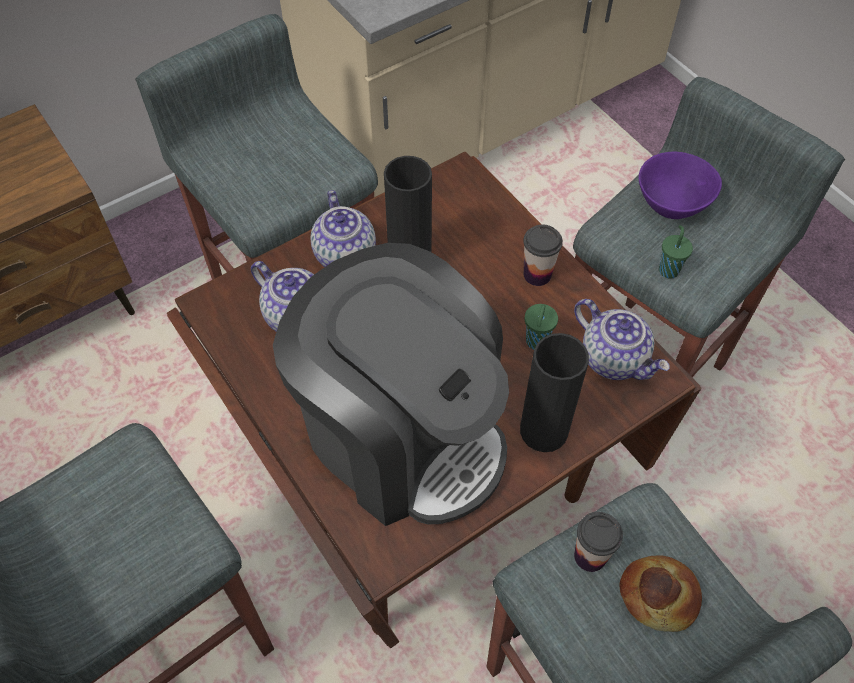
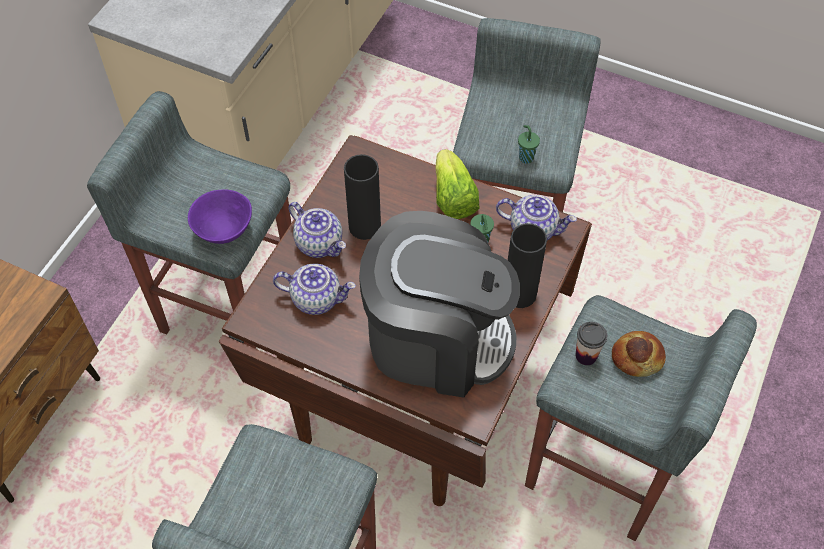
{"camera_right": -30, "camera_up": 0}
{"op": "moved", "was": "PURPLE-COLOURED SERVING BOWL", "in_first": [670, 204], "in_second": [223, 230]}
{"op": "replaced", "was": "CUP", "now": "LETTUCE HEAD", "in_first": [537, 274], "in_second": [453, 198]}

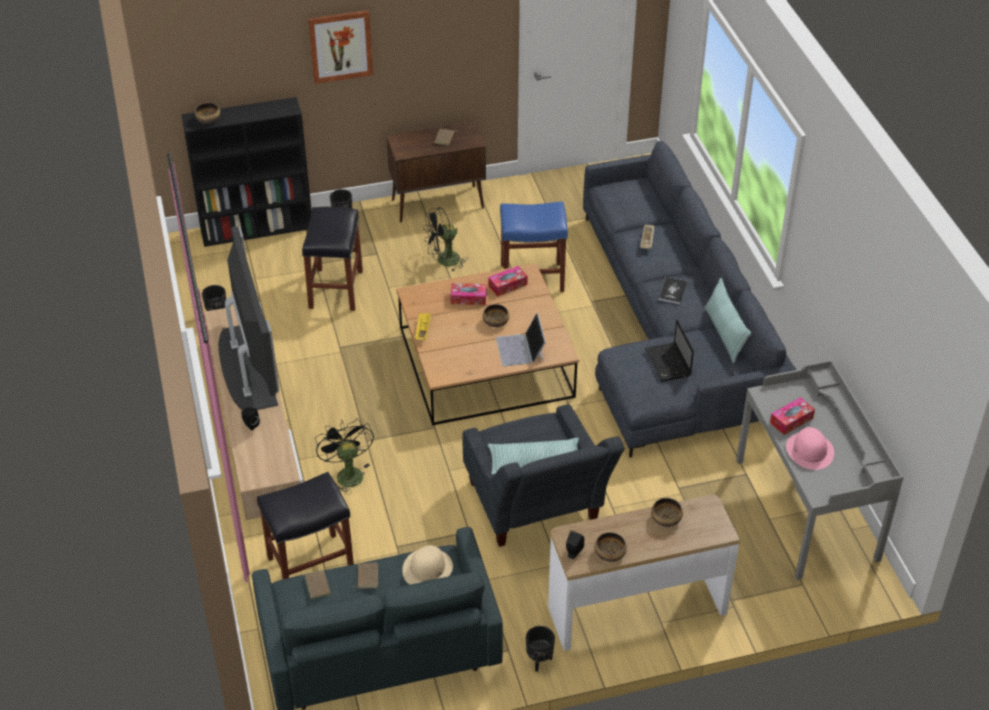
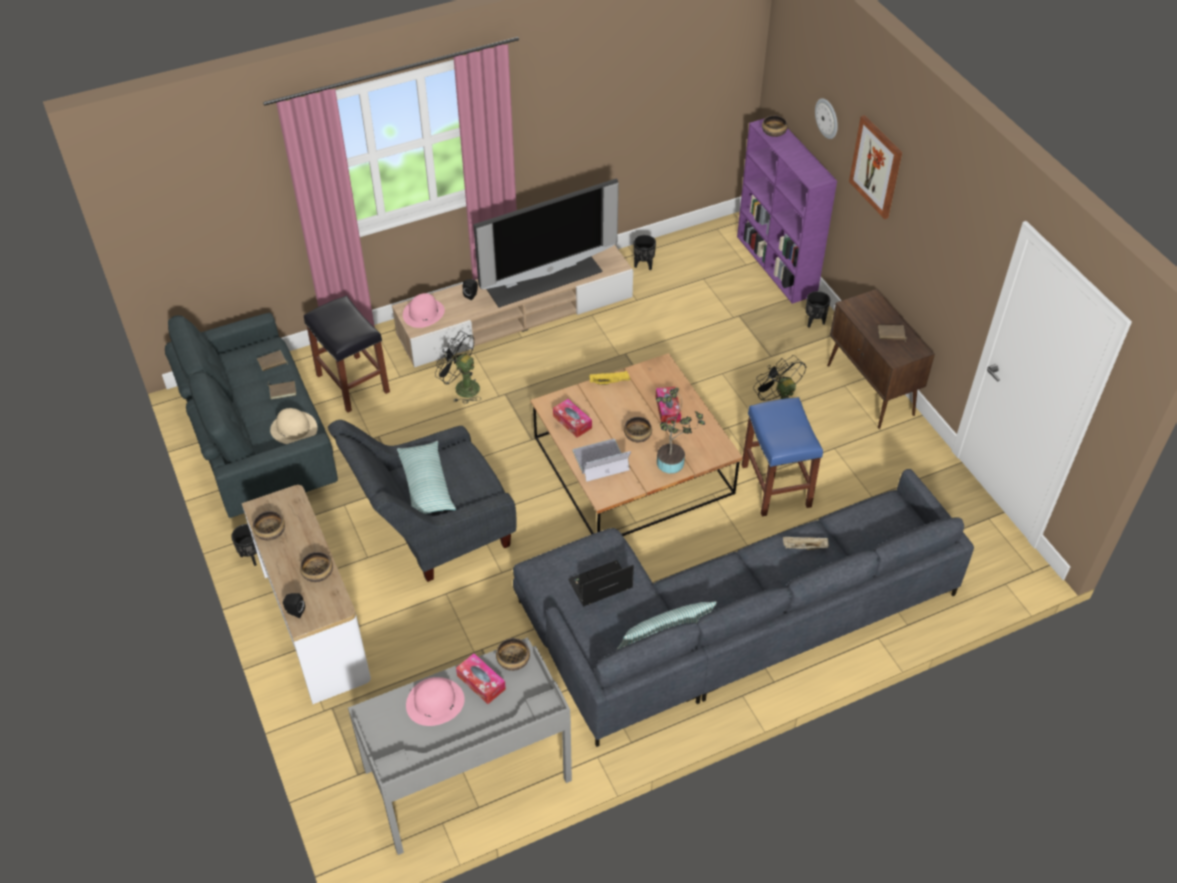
{"camera_right": 80, "camera_up": 5}
{"op": "moved", "was": "BLACK-COLOURED AUDIO SPEAKER", "in_first": [573, 553], "in_second": [294, 611]}
{"op": "added", "now": "PINK-COLOURED HAT", "in_second": [423, 313]}
{"op": "turned", "was": "BLACK-COLOURED COOLING FAN", "in_first": [347, 473], "in_second": [461, 387], "clockwise": -120}
{"op": "added", "now": "SERVING BOWL", "in_second": [513, 660]}
{"op": "moved", "was": "TISSUE HOLDER", "in_first": [507, 285], "in_second": [572, 422]}
{"op": "added", "now": "PLANT IN A POT", "in_second": [673, 462]}
{"op": "recoloured", "was": "BLACK-COLOURED BOOKSHELF", "now": "PURPLE-COLOURED BOOKSHELF", "in_first": [258, 228], "in_second": [777, 266]}
{"op": "added", "now": "HANGING CLOCK", "in_second": [827, 118]}
{"op": "removed", "was": "BLACK-COLOURED STOOL SEAT", "in_first": [335, 289]}
{"op": "removed", "was": "BOOK", "in_first": [672, 291]}

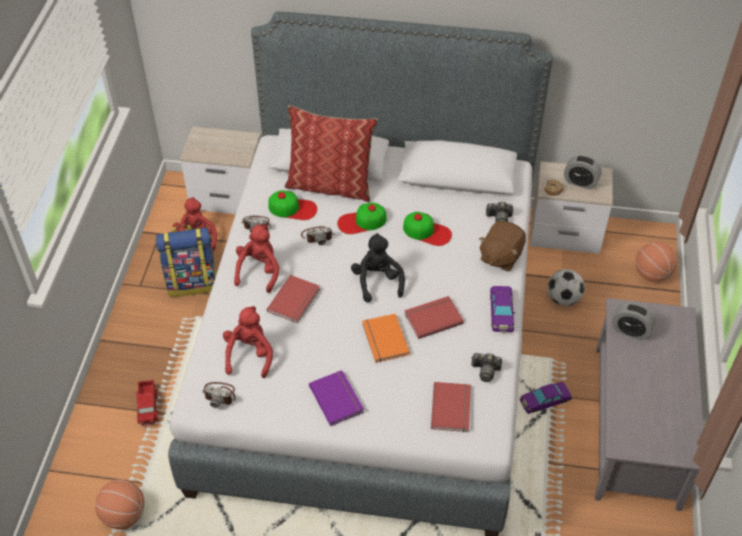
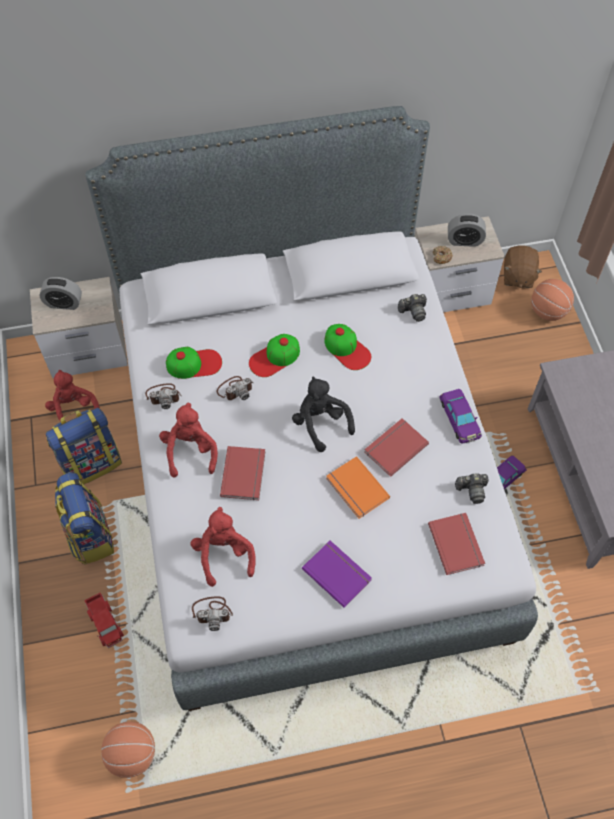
{"camera_right": -20, "camera_up": 10}
{"op": "moved", "was": "ALARM CLOCK", "in_first": [630, 331], "in_second": [64, 303]}
{"op": "added", "now": "RUCKSACK", "in_second": [89, 535]}
{"op": "turned", "was": "BASEBALL CAP", "in_first": [427, 231], "in_second": [347, 349], "clockwise": 45}
{"op": "moved", "was": "BROWN SOFT TOY", "in_first": [500, 256], "in_second": [518, 276]}
{"op": "removed", "was": "PILLOW", "in_first": [331, 185]}
{"op": "removed", "was": "BALL FOR FOOTBALL", "in_first": [563, 299]}

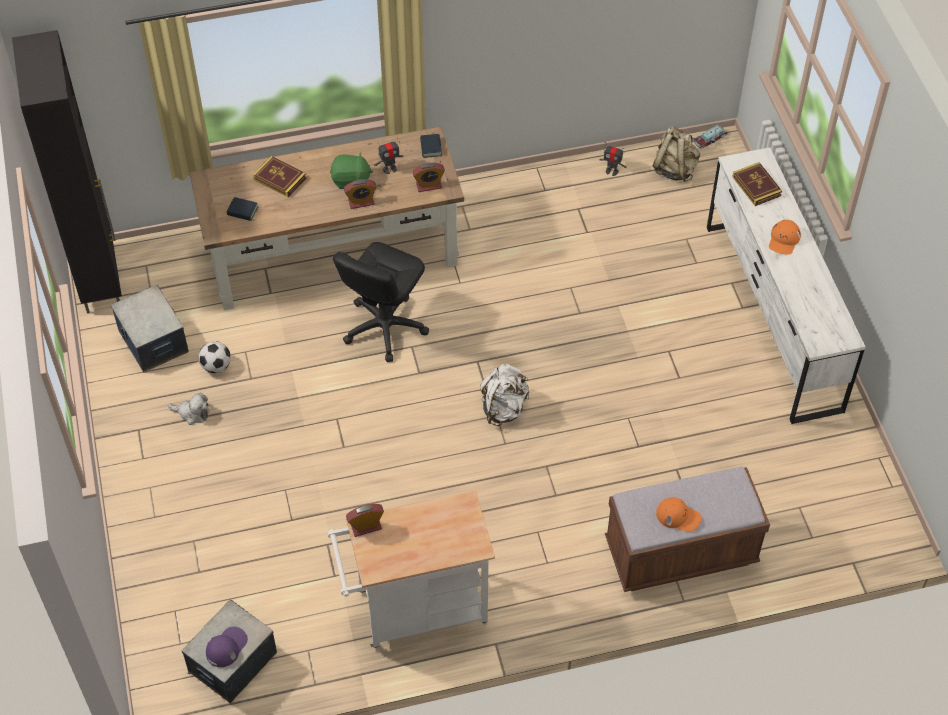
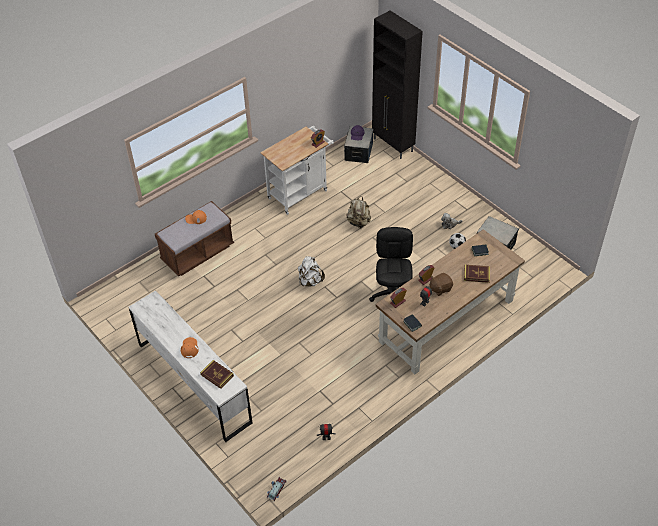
{"camera_right": 155, "camera_up": -5}
{"op": "moved", "was": "BEIGE-COLOURED RUCKSACK", "in_first": [674, 169], "in_second": [358, 222]}
{"op": "moved", "was": "BLACK-COLOURED CUPBOARD", "in_first": [100, 278], "in_second": [393, 145]}
{"op": "recoloured", "was": "GREENISH SOFT TOY", "now": "BROWN SOFT TOY", "in_first": [351, 180], "in_second": [440, 288]}

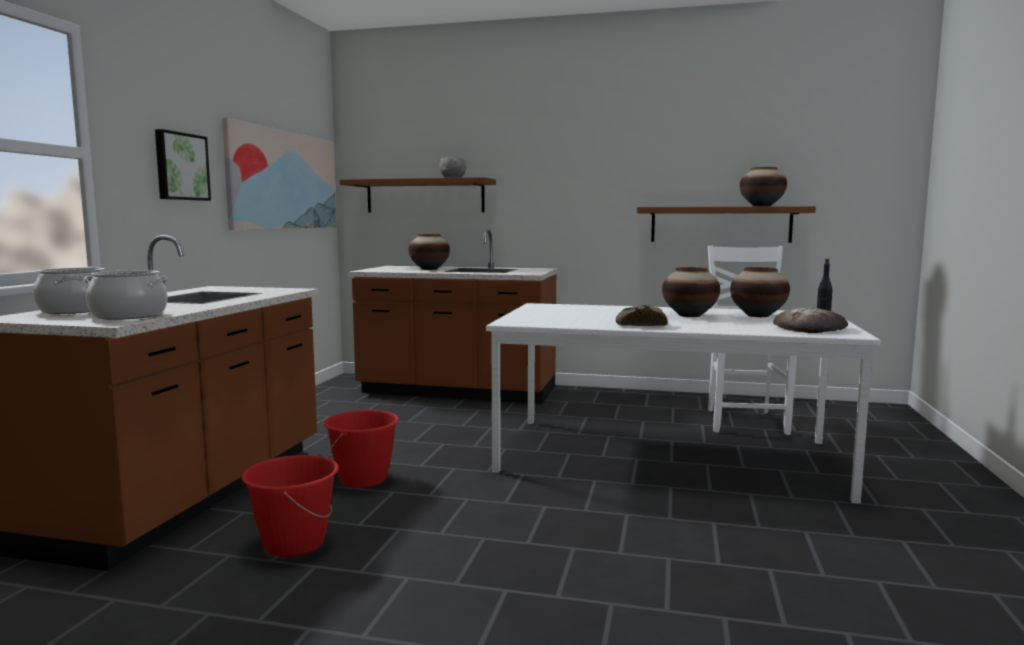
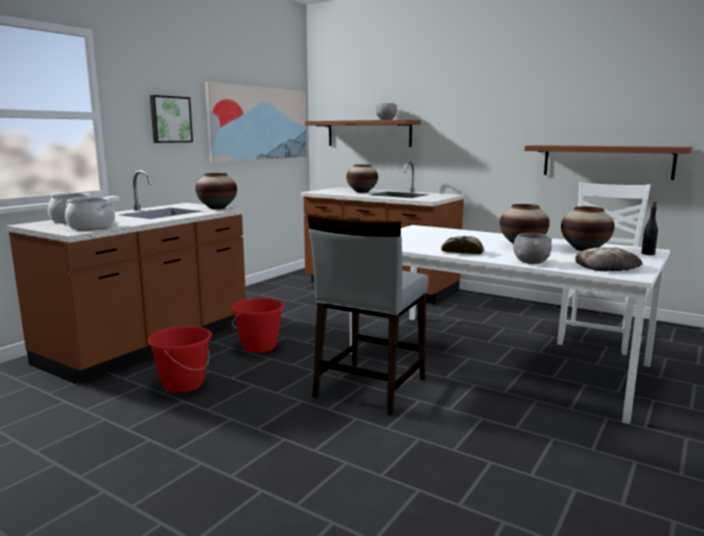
{"camera_right": 20, "camera_up": 5}
{"op": "moved", "was": "FLOWER VASE", "in_first": [761, 206], "in_second": [217, 208]}
{"op": "added", "now": "GREY PLAIN CHAIR", "in_second": [369, 388]}
{"op": "added", "now": "GREY SERVING BOWL", "in_second": [531, 262]}

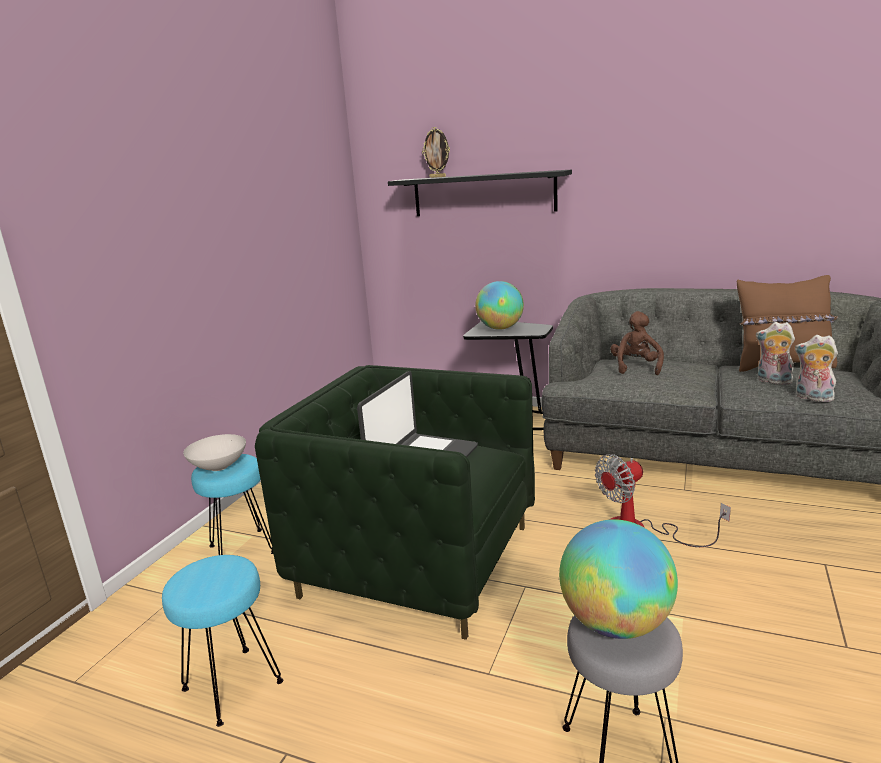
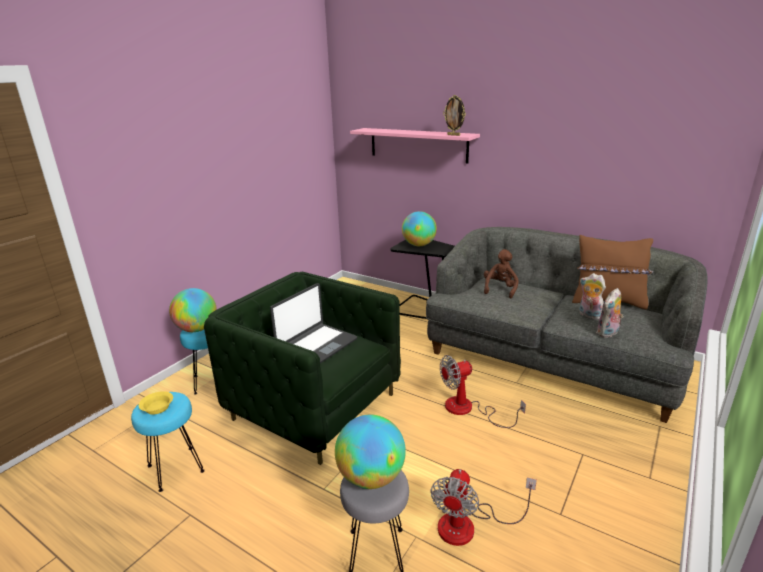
{"camera_right": 10, "camera_up": 5}
{"op": "added", "now": "YELLOW SERVING BOWL", "in_second": [158, 408]}
{"op": "replaced", "was": "WHITE-COLOURED SERVING BOWL", "now": "GLOBE", "in_first": [218, 467], "in_second": [197, 329]}
{"op": "recoloured", "was": "BLACK-COLOURED SHELF", "now": "PINK-COLOURED SHELF", "in_first": [483, 194], "in_second": [418, 145]}
{"op": "added", "now": "COOLING FAN", "in_second": [469, 525]}
{"op": "moved", "was": "PICTURE FRAME", "in_first": [438, 177], "in_second": [454, 135]}
{"op": "turned", "was": "SOFT TOY", "in_first": [812, 398], "in_second": [608, 333], "clockwise": -90}

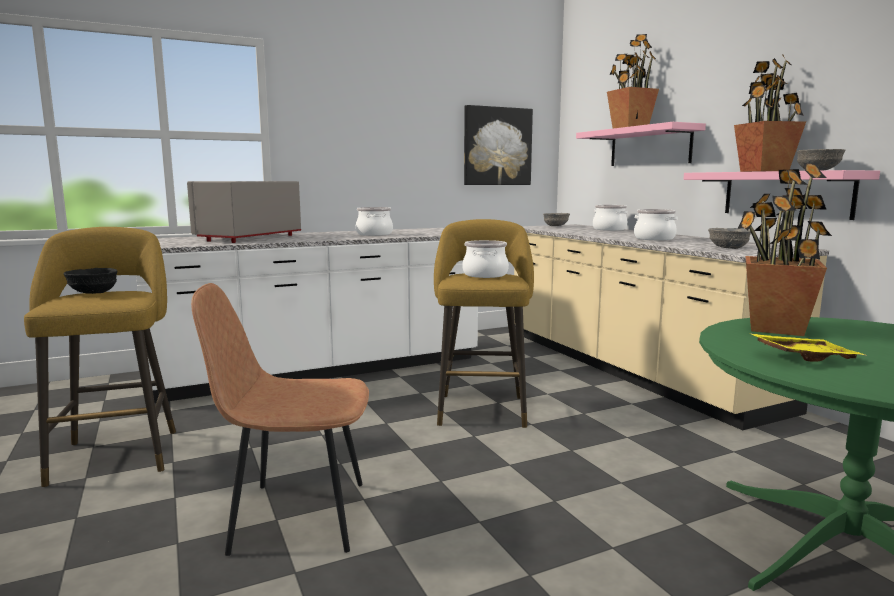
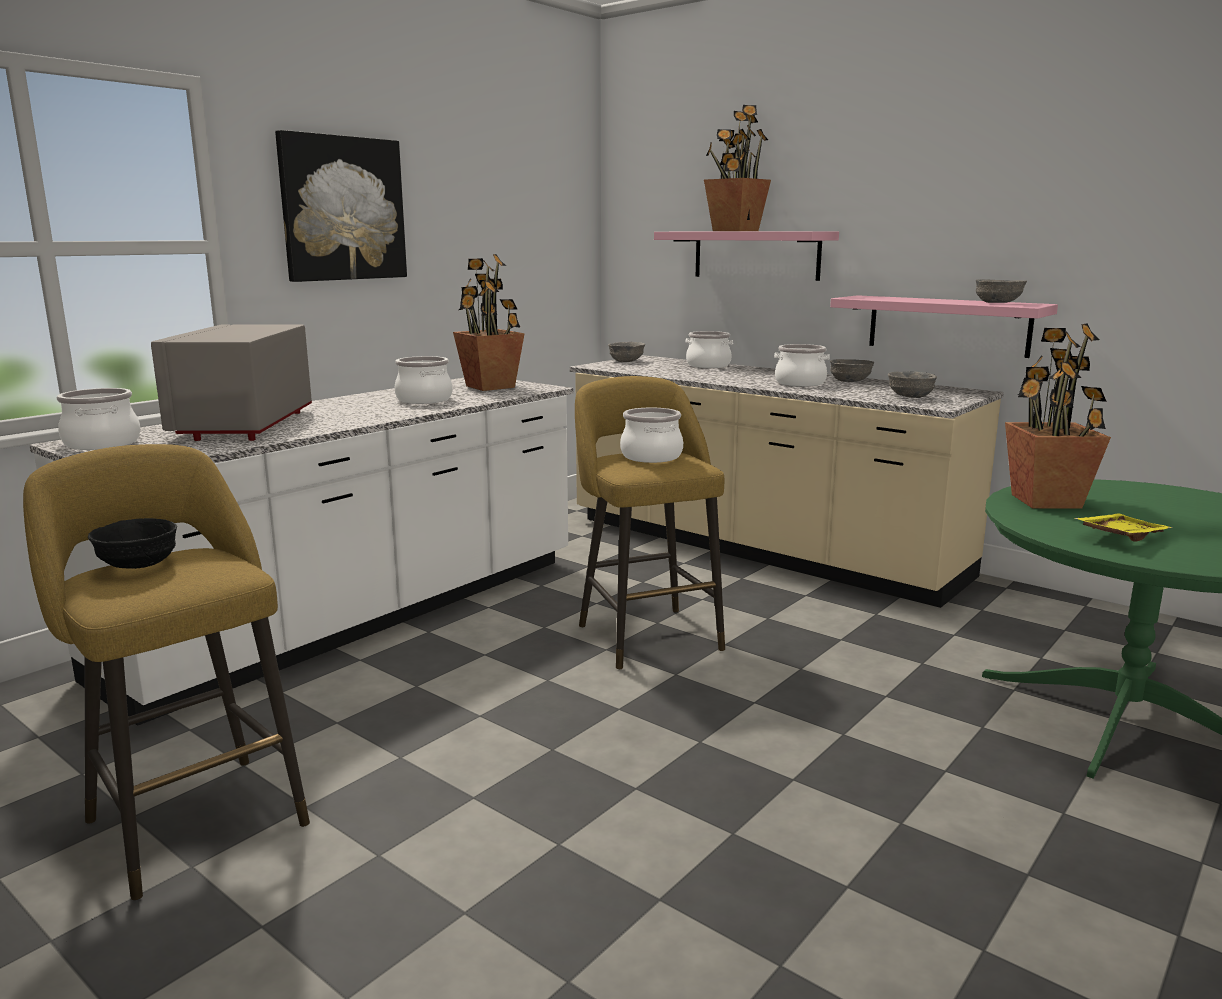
{"camera_right": -25, "camera_up": 5}
{"op": "added", "now": "COOKING POT", "in_second": [101, 443]}
{"op": "moved", "was": "WALL ART", "in_first": [497, 146], "in_second": [342, 209]}
{"op": "moved", "was": "PLANT IN A POT", "in_first": [763, 171], "in_second": [489, 387]}
{"op": "added", "now": "GREY SERVING BOWL", "in_second": [849, 381]}
{"op": "removed", "was": "BROWN PLAIN CHAIR", "in_first": [296, 516]}

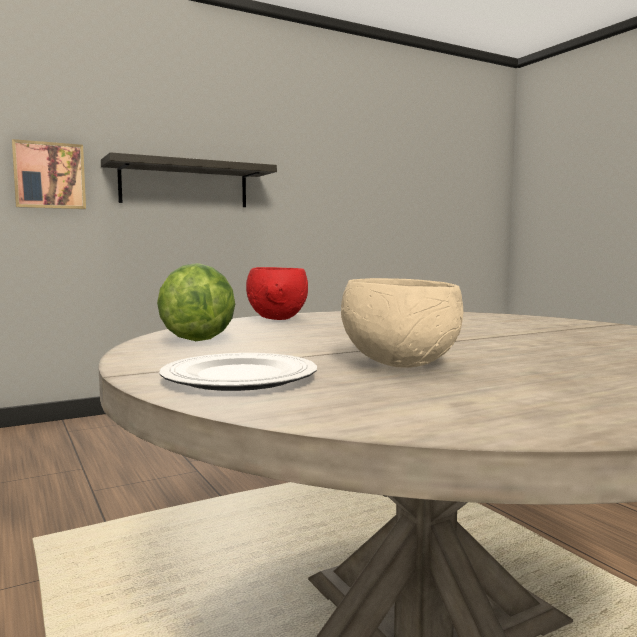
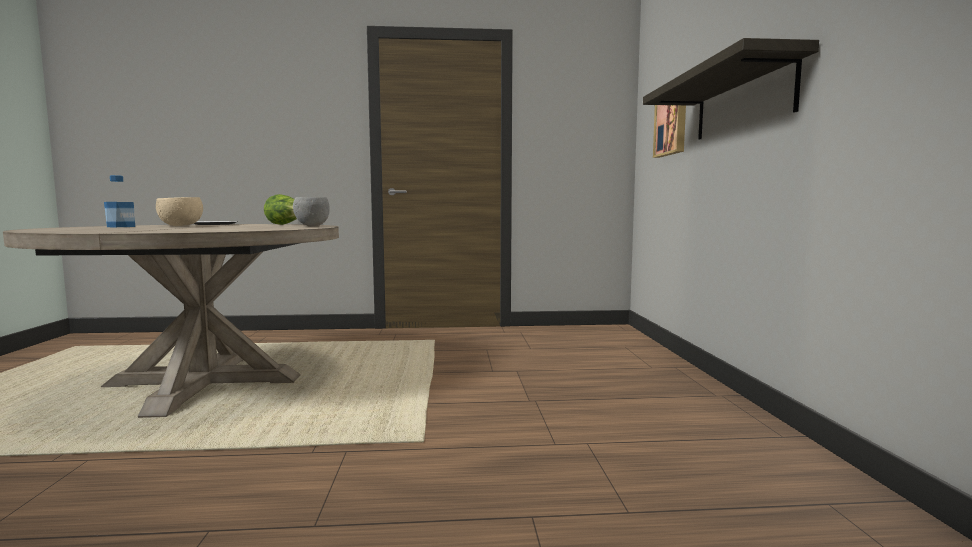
{"camera_right": 115, "camera_up": 0}
{"op": "added", "now": "BEVERAGE BOTTLE", "in_second": [121, 227]}
{"op": "recoloured", "was": "RED-COLOURED SERVING BOWL", "now": "GREY SERVING BOWL", "in_first": [277, 319], "in_second": [311, 226]}

